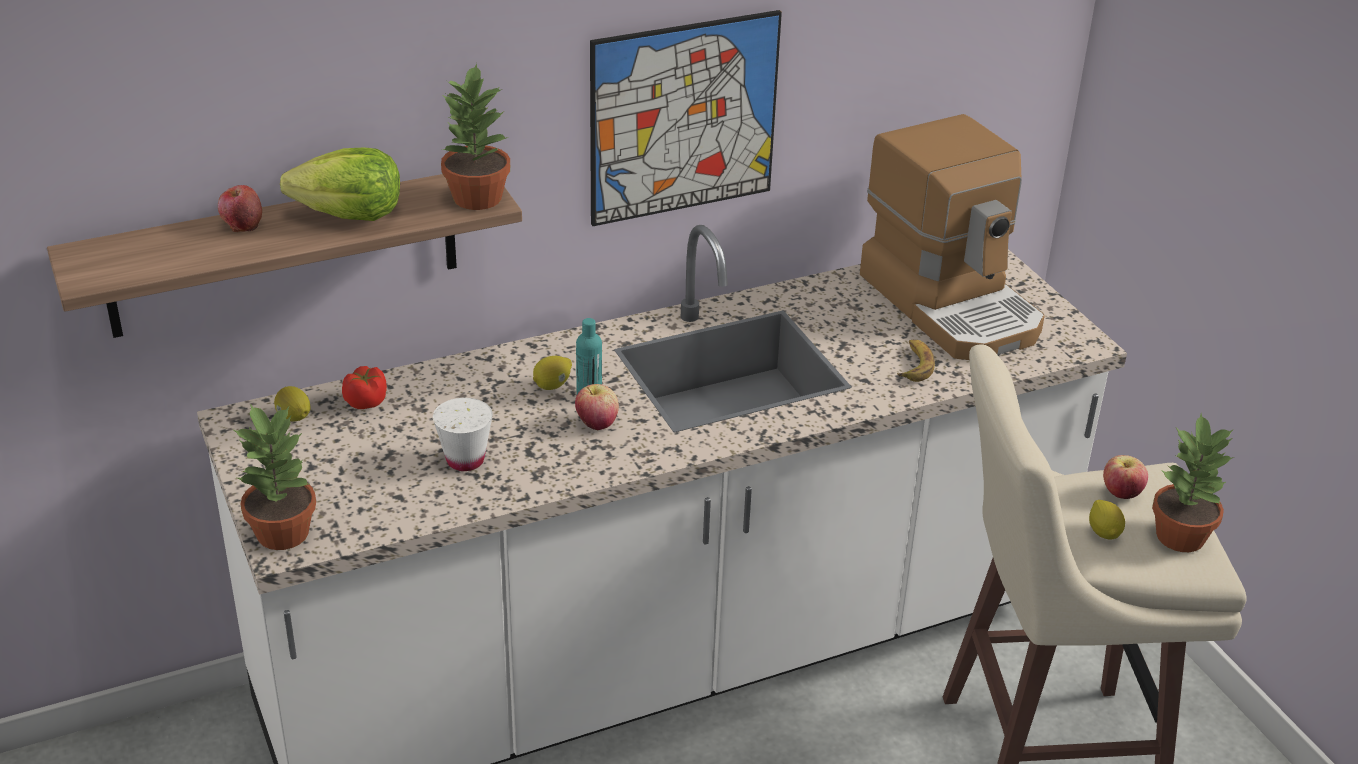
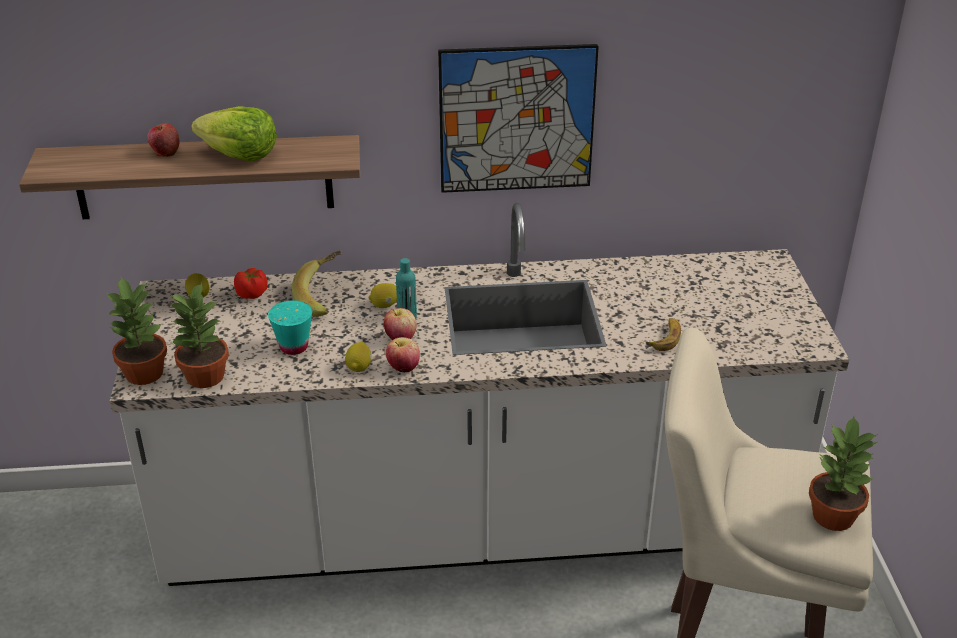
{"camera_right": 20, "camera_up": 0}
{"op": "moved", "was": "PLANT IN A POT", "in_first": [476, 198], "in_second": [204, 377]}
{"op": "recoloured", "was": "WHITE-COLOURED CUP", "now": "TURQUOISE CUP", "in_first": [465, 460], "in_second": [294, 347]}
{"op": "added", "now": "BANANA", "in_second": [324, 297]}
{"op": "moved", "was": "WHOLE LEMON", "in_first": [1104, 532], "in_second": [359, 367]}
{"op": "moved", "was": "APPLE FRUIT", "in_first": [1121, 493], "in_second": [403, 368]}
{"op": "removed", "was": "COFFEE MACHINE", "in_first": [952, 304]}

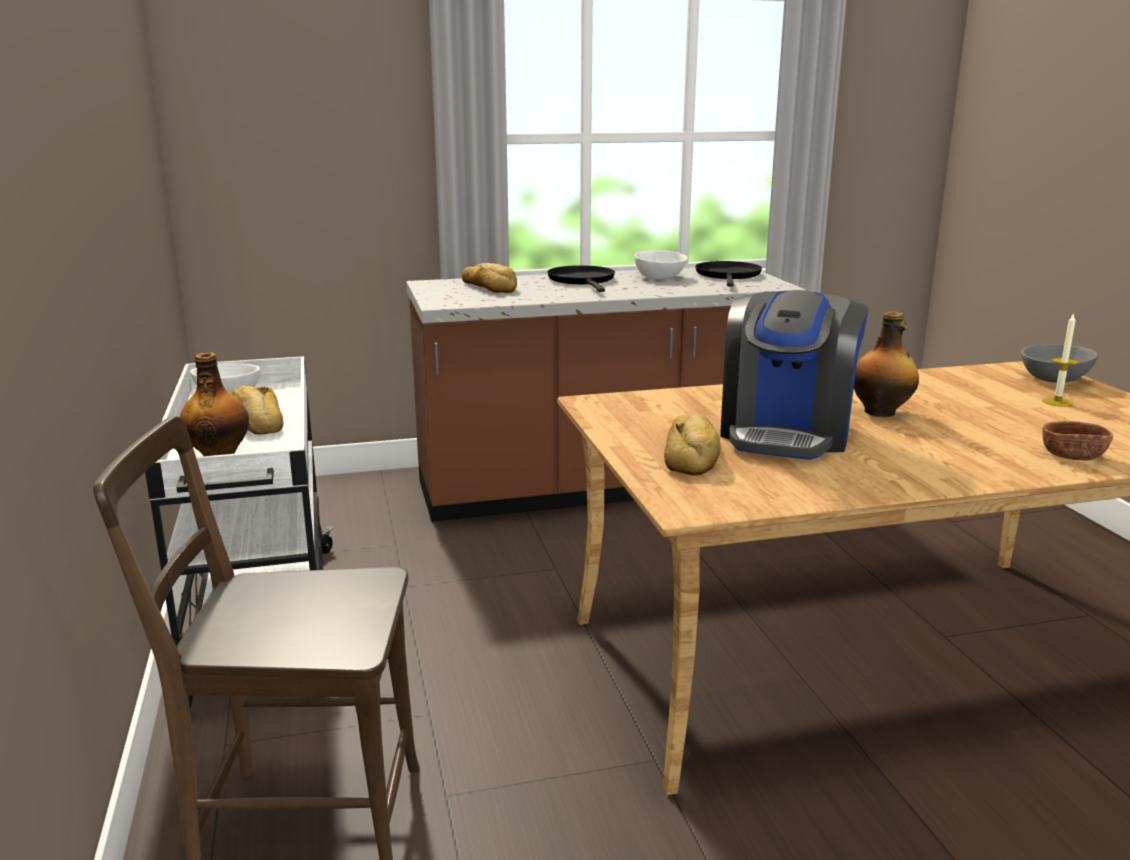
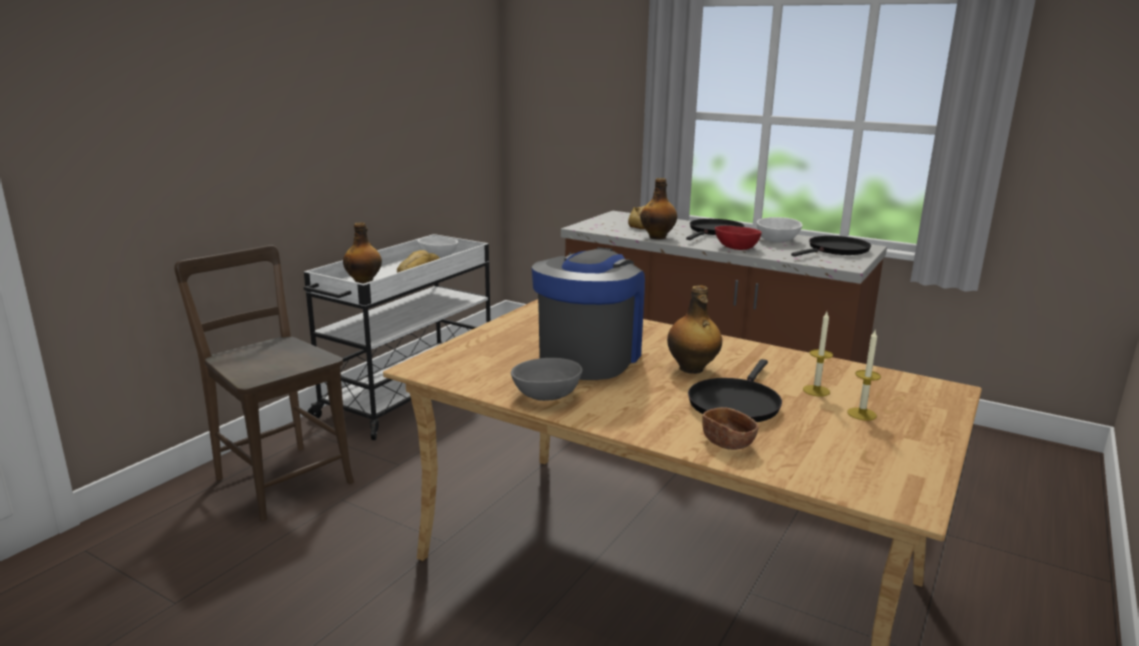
{"camera_right": 45, "camera_up": 0}
{"op": "moved", "was": "GREY SERVING BOWL", "in_first": [1054, 379], "in_second": [548, 396]}
{"op": "turned", "was": "COFFEE MACHINE", "in_first": [786, 433], "in_second": [589, 357], "clockwise": 135}
{"op": "added", "now": "BEVERAGE BOTTLE", "in_second": [658, 237]}
{"op": "added", "now": "BLACK-COLOURED SKILLET", "in_second": [735, 403]}
{"op": "added", "now": "RED-COLOURED SERVING BOWL", "in_second": [736, 248]}
{"op": "added", "now": "WAX CANDLE", "in_second": [816, 390]}
{"op": "removed", "was": "BAKERY BREAD", "in_first": [693, 454]}

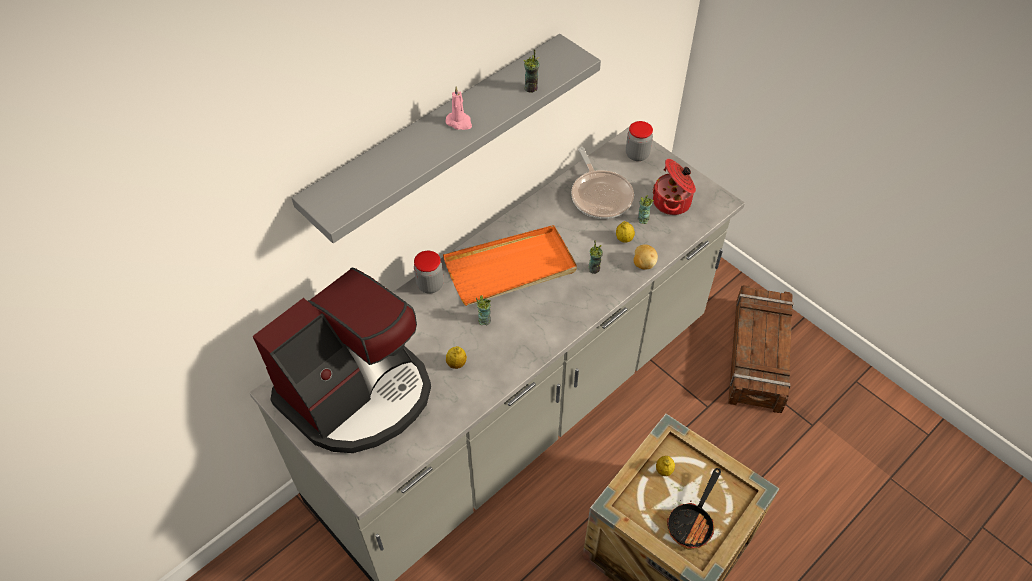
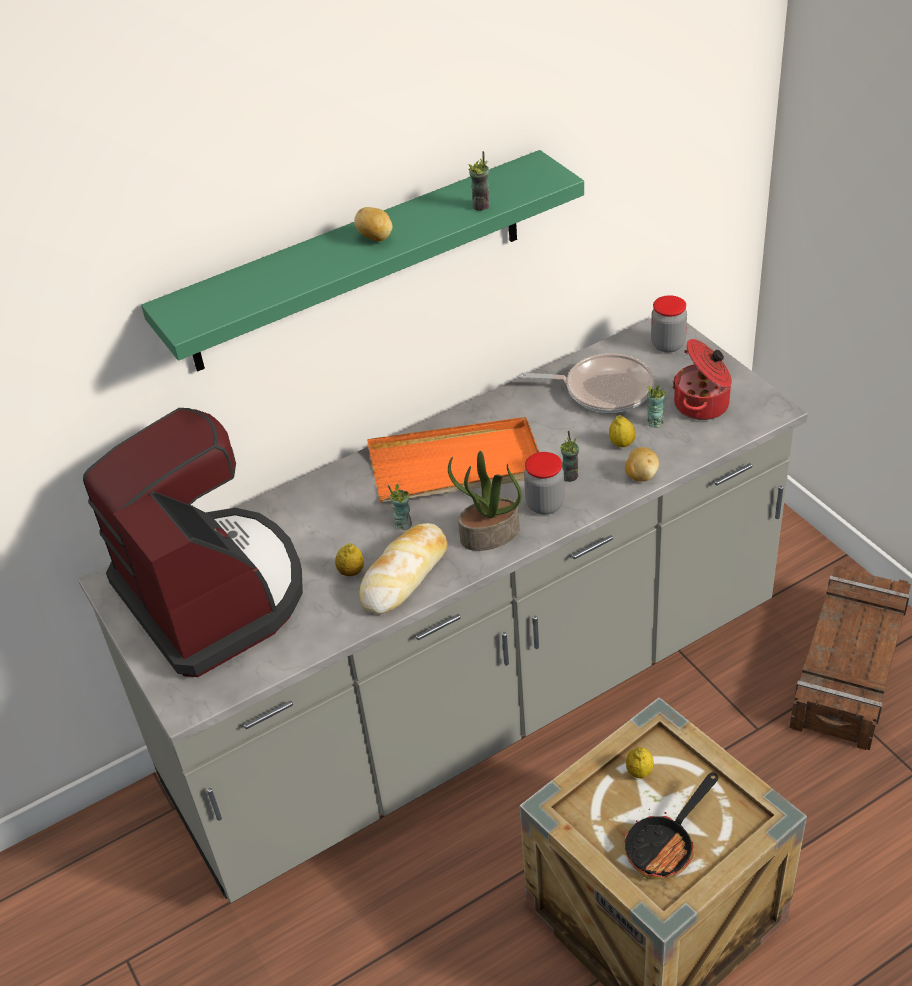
{"camera_right": 15, "camera_up": -10}
{"op": "turned", "was": "COFFEE MACHINE", "in_first": [358, 393], "in_second": [213, 594], "clockwise": -90}
{"op": "recoloured", "was": "GREY SHELF", "now": "GREENISH SHELF", "in_first": [438, 135], "in_second": [357, 262]}
{"op": "replaced", "was": "PINK-COLOURED WAX CANDLE", "now": "WHOLE POTATO", "in_first": [459, 122], "in_second": [376, 238]}
{"op": "added", "now": "BAKERY BREAD", "in_second": [405, 575]}
{"op": "added", "now": "PLANT IN A POT", "in_second": [489, 536]}
{"op": "turned", "was": "SKILLET", "in_first": [600, 195], "in_second": [603, 389], "clockwise": -75}
{"op": "moved", "was": "PRESERVE JAR", "in_first": [430, 285], "in_second": [545, 504]}

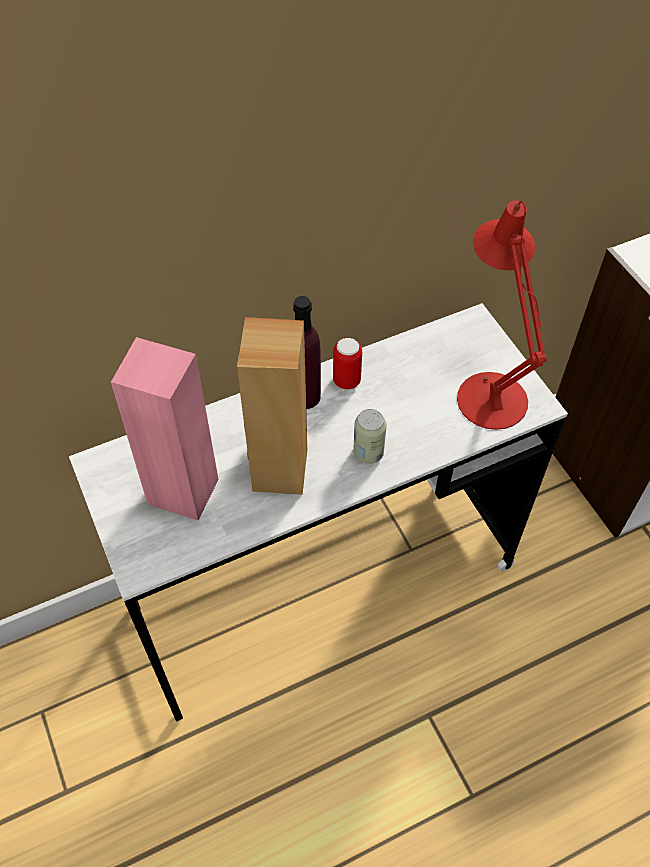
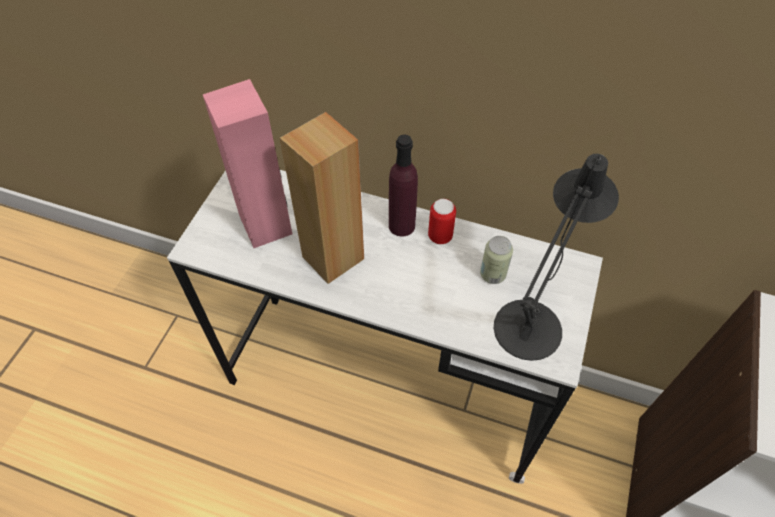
{"camera_right": 45, "camera_up": 0}
{"op": "moved", "was": "CAN", "in_first": [368, 453], "in_second": [492, 274]}
{"op": "recoloured", "was": "RED-COLOURED TABLE LAMP", "now": "BLACK-COLOURED TABLE LAMP", "in_first": [488, 391], "in_second": [532, 321]}

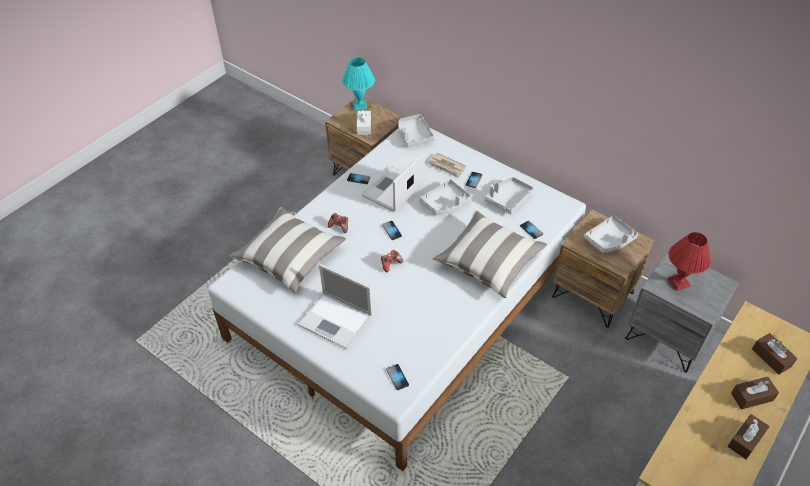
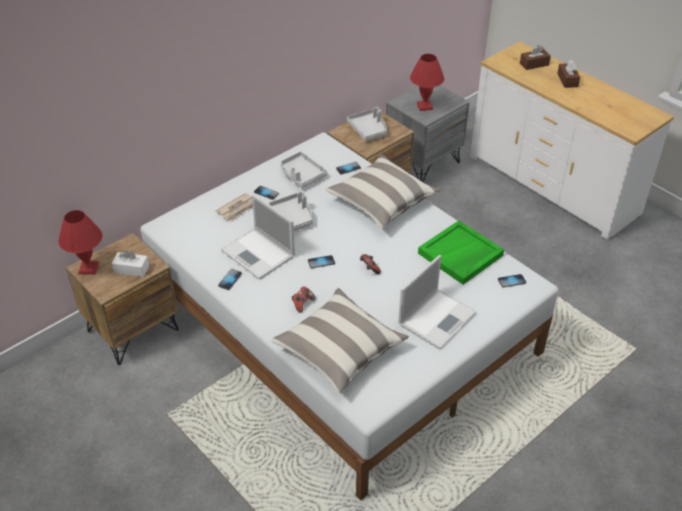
{"camera_right": -80, "camera_up": -5}
{"op": "recoloured", "was": "TURQUOISE TABLE LAMP", "now": "RED-COLOURED TABLE LAMP", "in_first": [359, 105], "in_second": [88, 268]}
{"op": "added", "now": "GREENISH CARRYING TRAY", "in_second": [460, 255]}
{"op": "removed", "was": "GREY CARRYING TRAY", "in_first": [414, 135]}
{"op": "removed", "was": "BROWN TISSUE HOLDER", "in_first": [745, 440]}

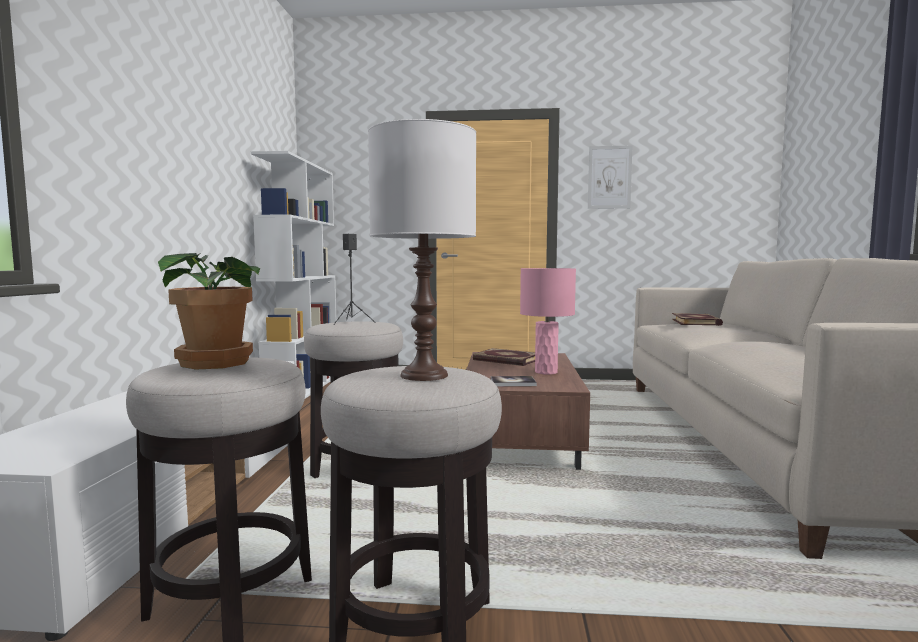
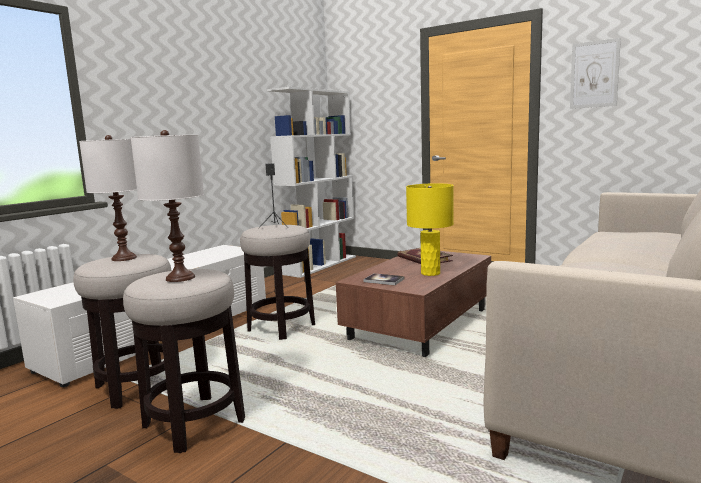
{"camera_right": 30, "camera_up": 5}
{"op": "replaced", "was": "PLANT IN A POT", "now": "WHITE-COLOURED TABLE LAMP", "in_first": [218, 362], "in_second": [123, 258]}
{"op": "recoloured", "was": "PINK-COLOURED TABLE LAMP", "now": "YELLOW TABLE LAMP", "in_first": [546, 372], "in_second": [430, 273]}
{"op": "removed", "was": "BOOK", "in_first": [696, 322]}

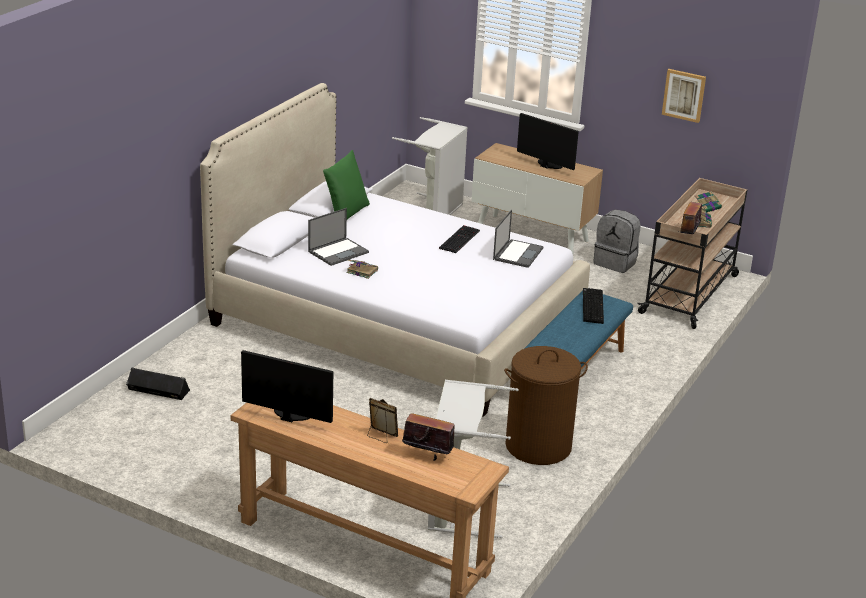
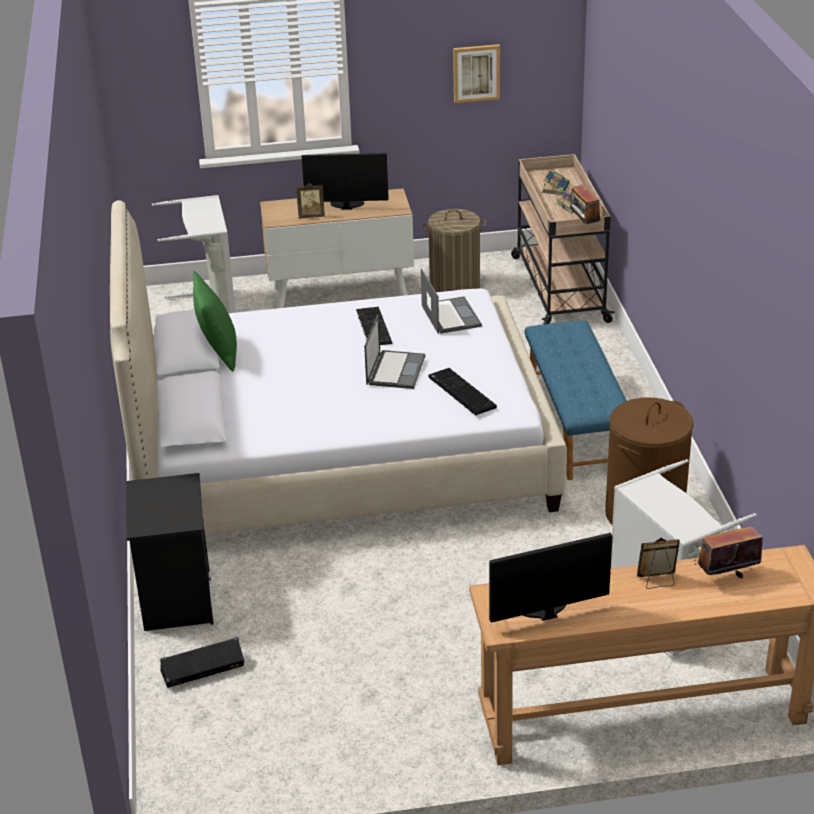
{"camera_right": -35, "camera_up": 5}
{"op": "added", "now": "BLACK-COLOURED NIGHTSTAND", "in_second": [176, 598]}
{"op": "added", "now": "PICTURE FRAME", "in_second": [311, 216]}
{"op": "moved", "was": "NOTEBOOK COMPUTER", "in_first": [338, 252], "in_second": [395, 369]}
{"op": "replaced", "was": "GREY RUCKSACK", "now": "HAMPER", "in_first": [615, 262], "in_second": [455, 286]}
{"op": "moved", "was": "PC KEYBOARD", "in_first": [591, 306], "in_second": [460, 392]}
{"op": "removed", "was": "BOOK", "in_first": [361, 271]}

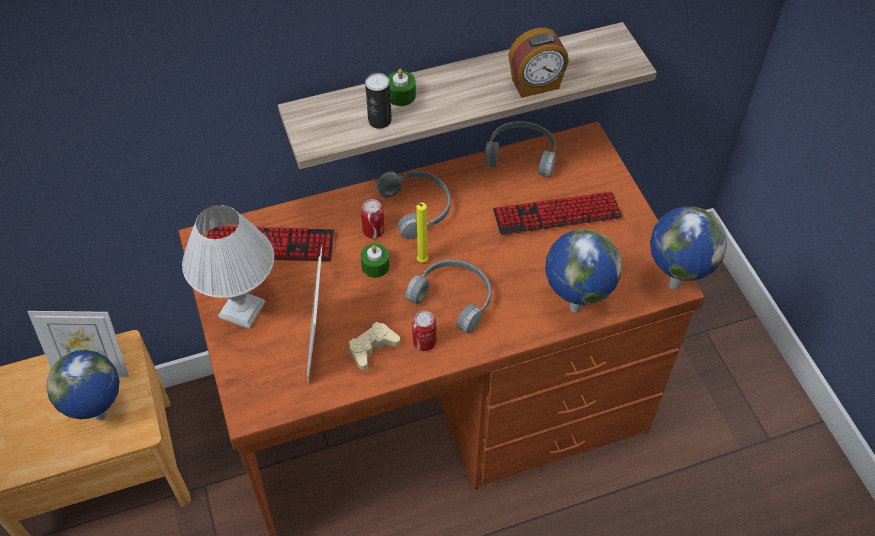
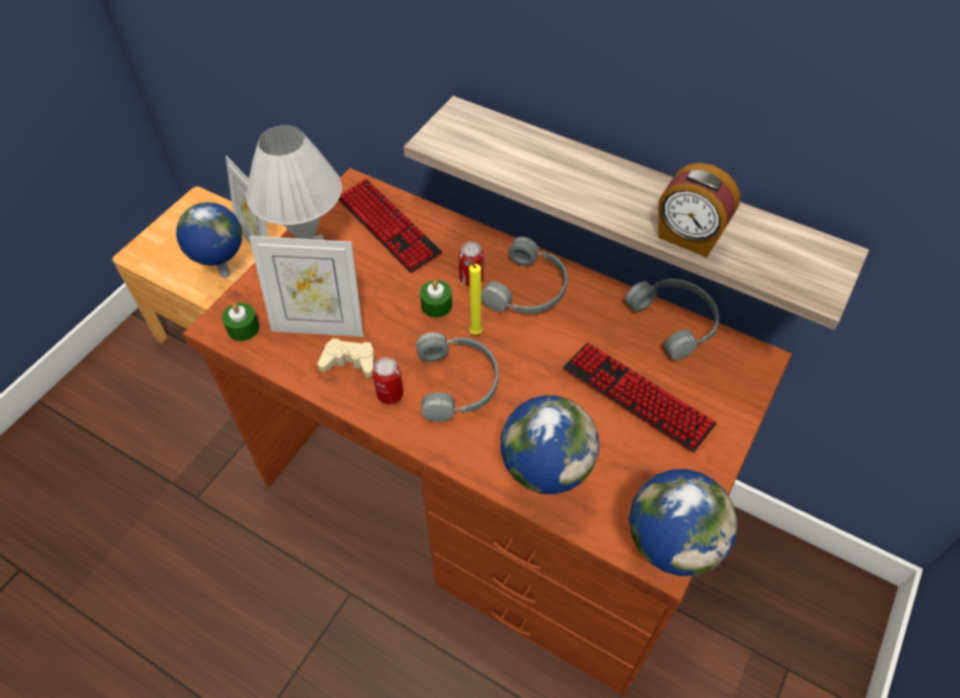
{"camera_right": 50, "camera_up": 0}
{"op": "moved", "was": "GREENISH WAX CANDLE", "in_first": [401, 95], "in_second": [243, 328]}
{"op": "turned", "was": "PICTURE FRAME", "in_first": [319, 346], "in_second": [319, 326], "clockwise": -135}
{"op": "removed", "was": "CAN", "in_first": [379, 120]}

